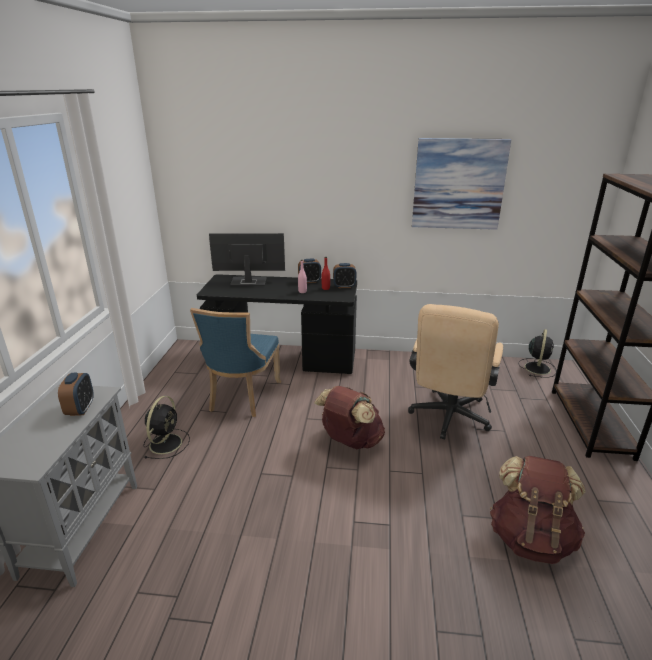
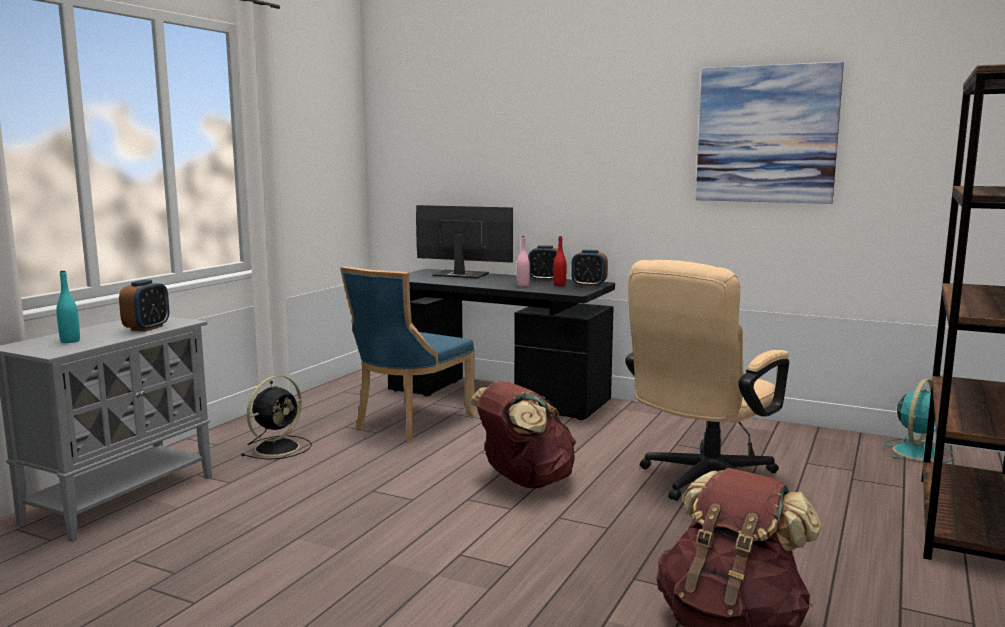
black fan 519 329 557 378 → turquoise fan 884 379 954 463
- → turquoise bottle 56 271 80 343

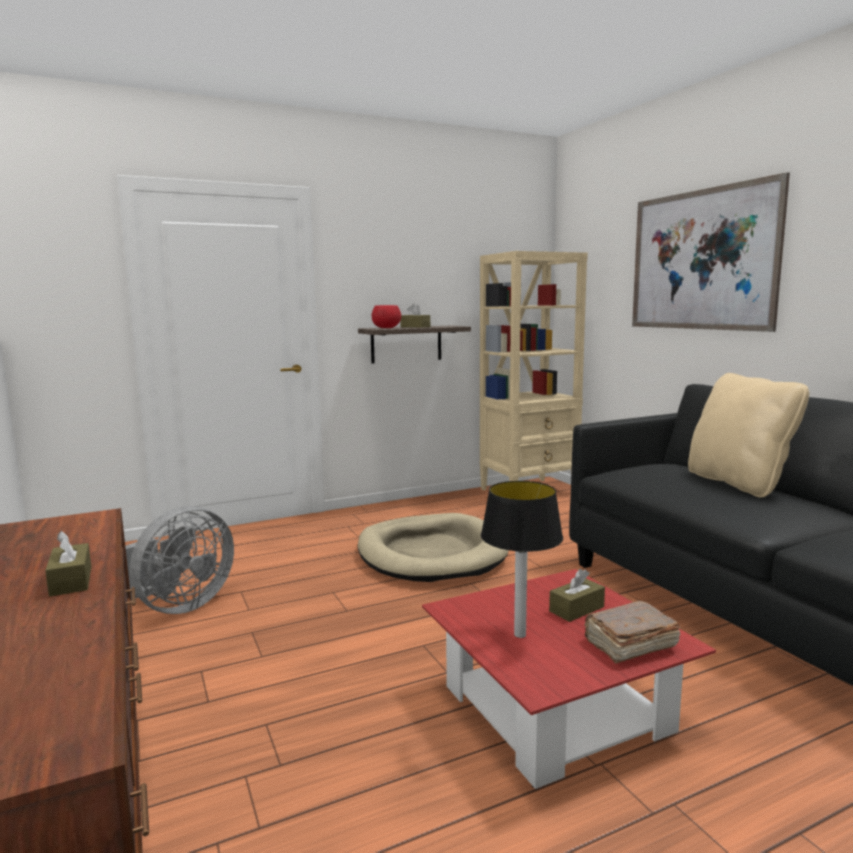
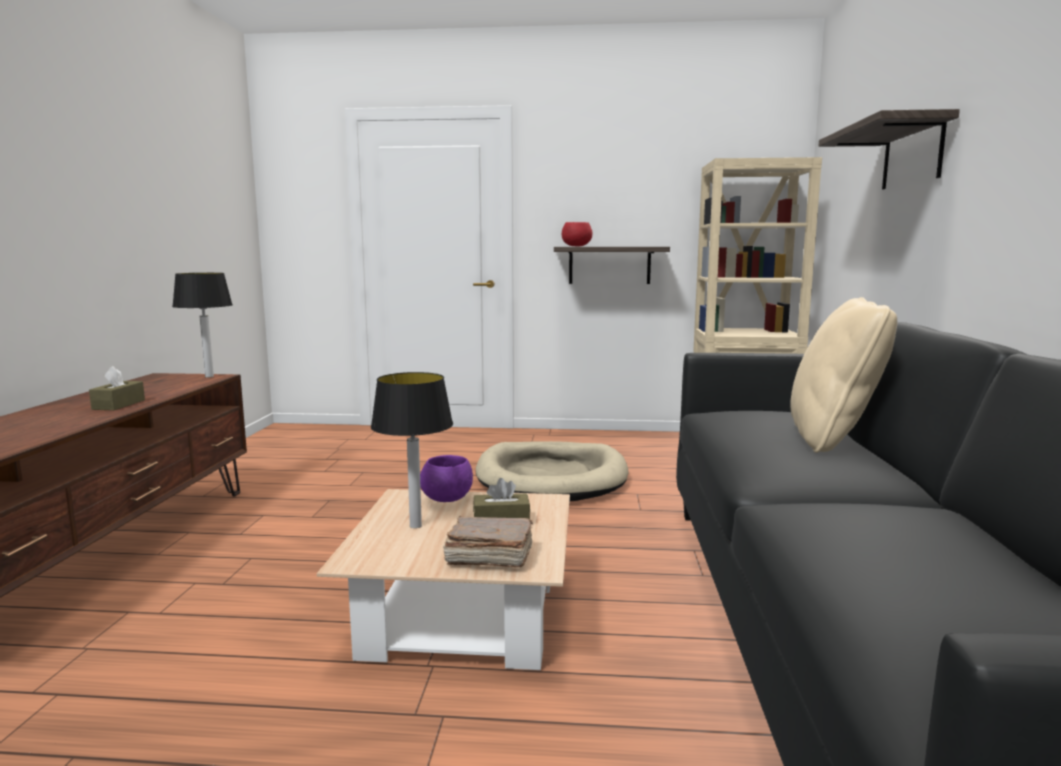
grey fan 125 506 234 614 → -
brown tissue box 400 303 430 328 → -
red coffee table 422 569 716 789 → beige coffee table 317 489 570 670
picture 632 172 790 332 → shelf 819 109 960 189
- → table lamp 172 273 233 377
- → purple bowl 420 455 473 502

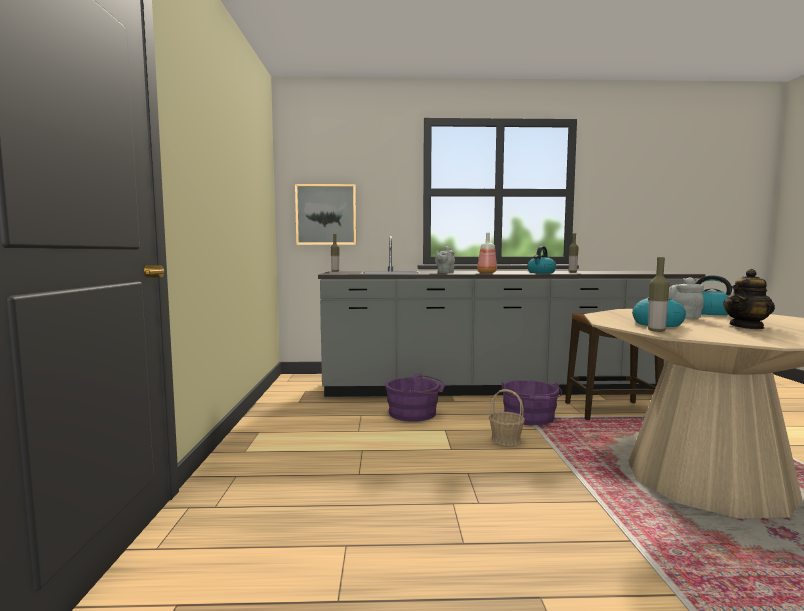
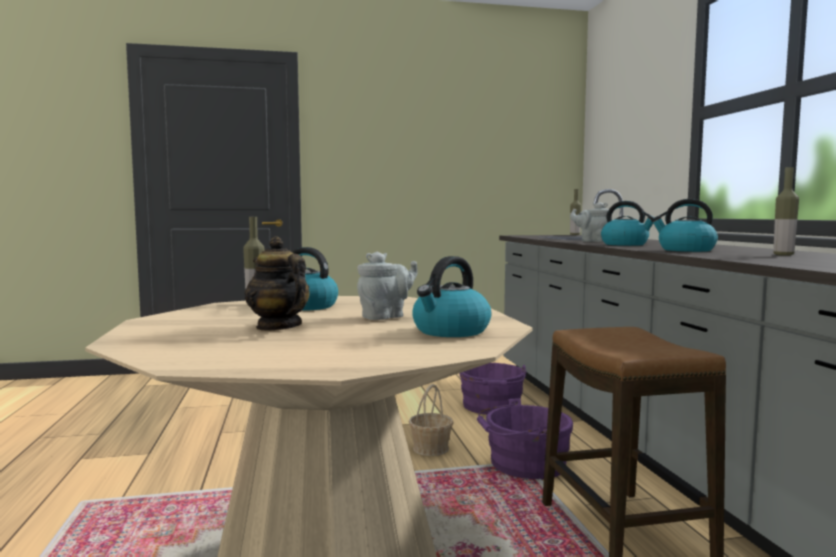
picture 295 184 356 245 → -
bottle 477 233 497 273 → kettle 601 201 655 246

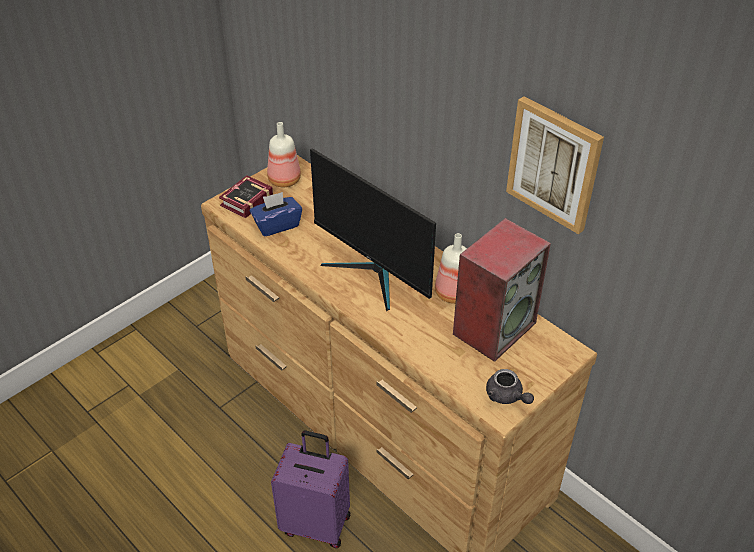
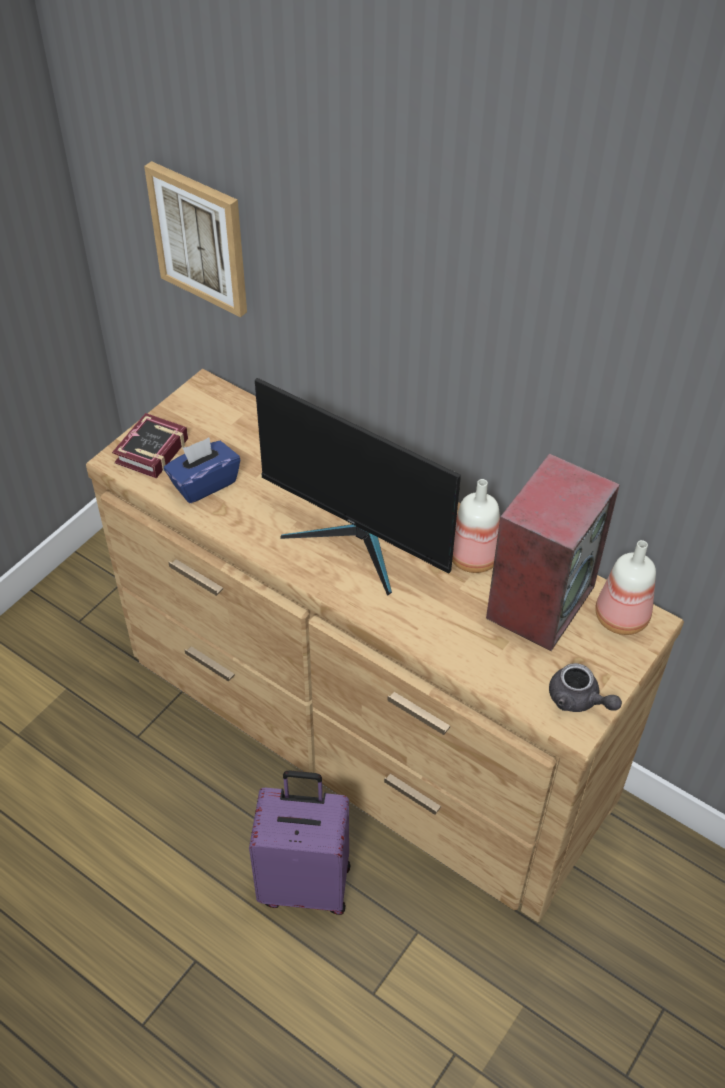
bottle 267 122 301 187 → bottle 595 540 656 635, move
picture 506 96 604 234 → picture 144 161 247 317, move

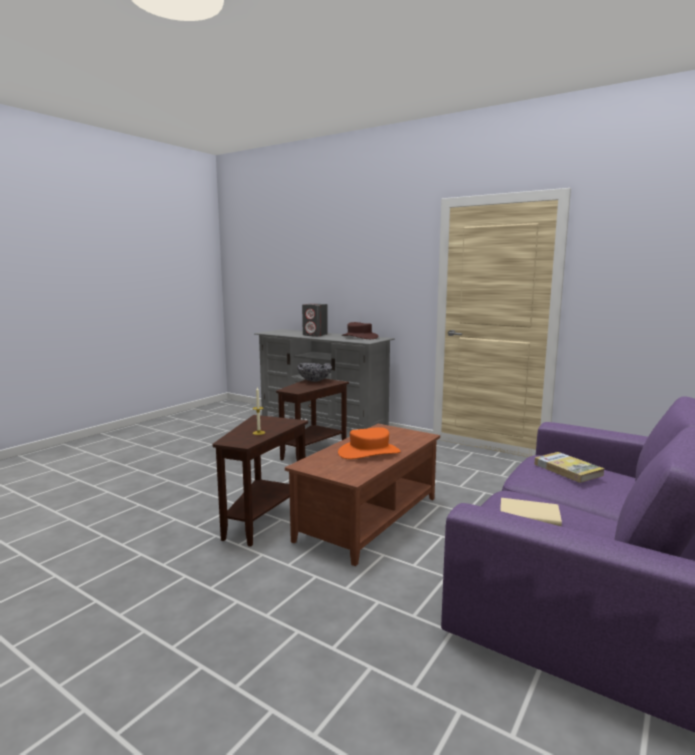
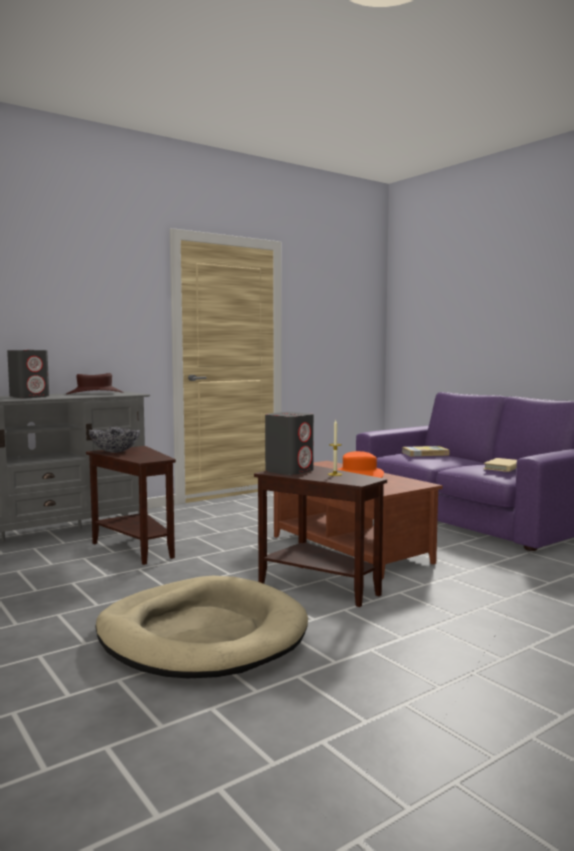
- → beige dog bed 95 576 308 678
- → grey speaker 265 412 314 475

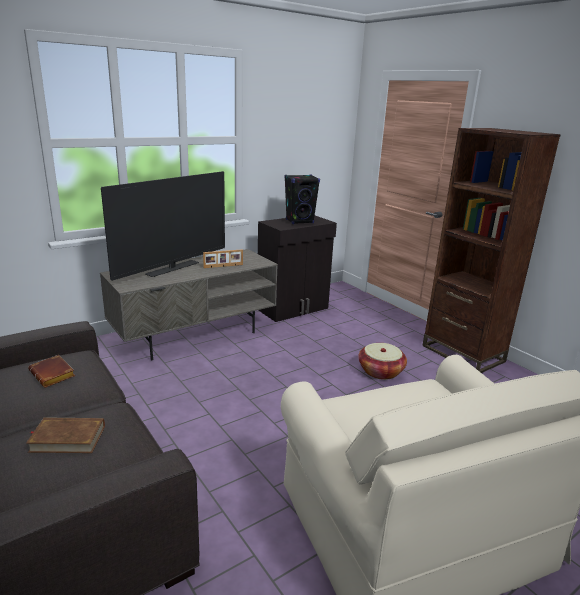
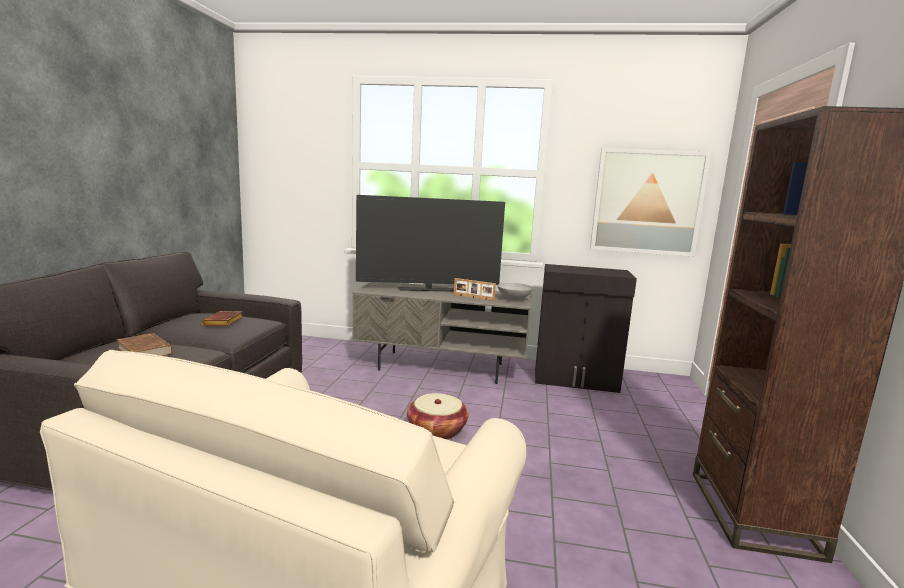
black speaker 284 174 320 224 → -
basket 358 343 407 380 → basket 407 393 469 439, move
- → grey bowl 497 283 533 301
- → picture 590 148 711 257

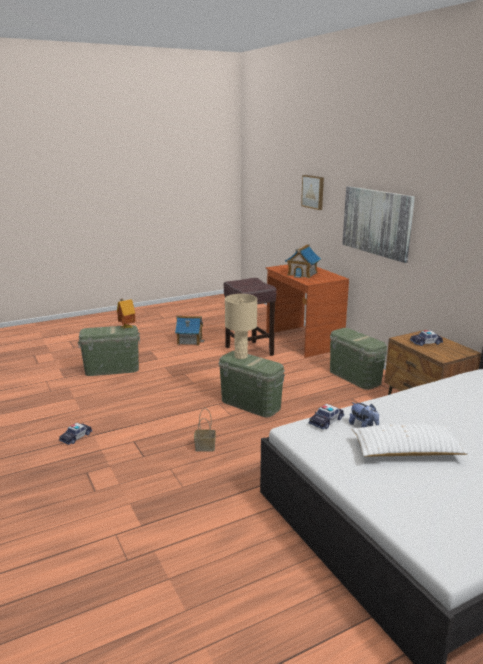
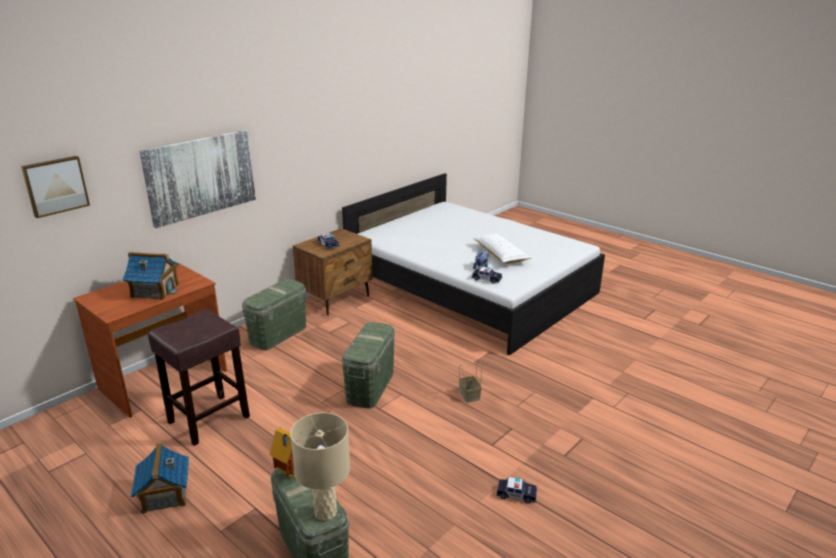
beige table lamp 225 294 257 359 → beige table lamp 290 413 350 521, move

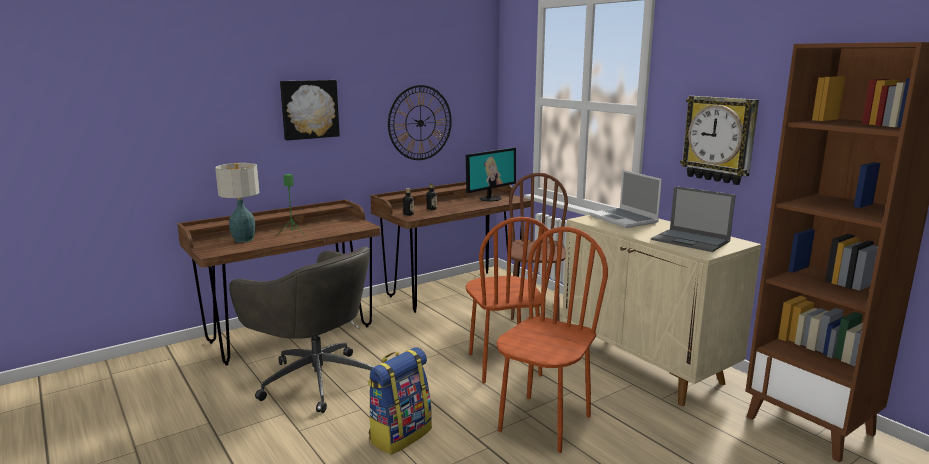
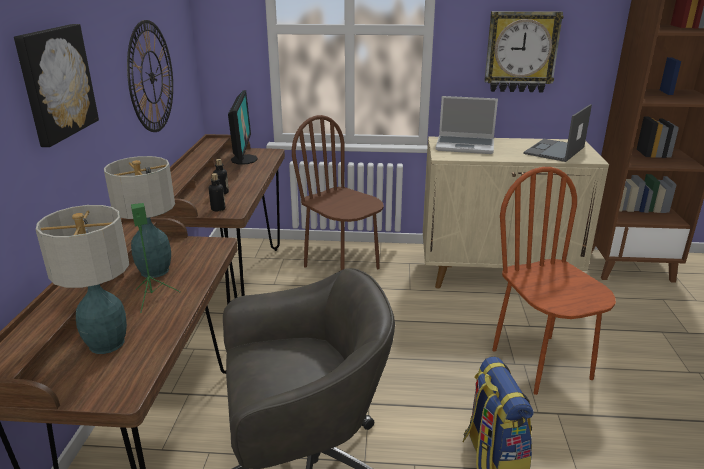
brown chair 466 217 555 383 → -
laptop 651 186 736 252 → laptop 523 104 592 162, 135 degrees clockwise
- → table lamp 104 156 175 278

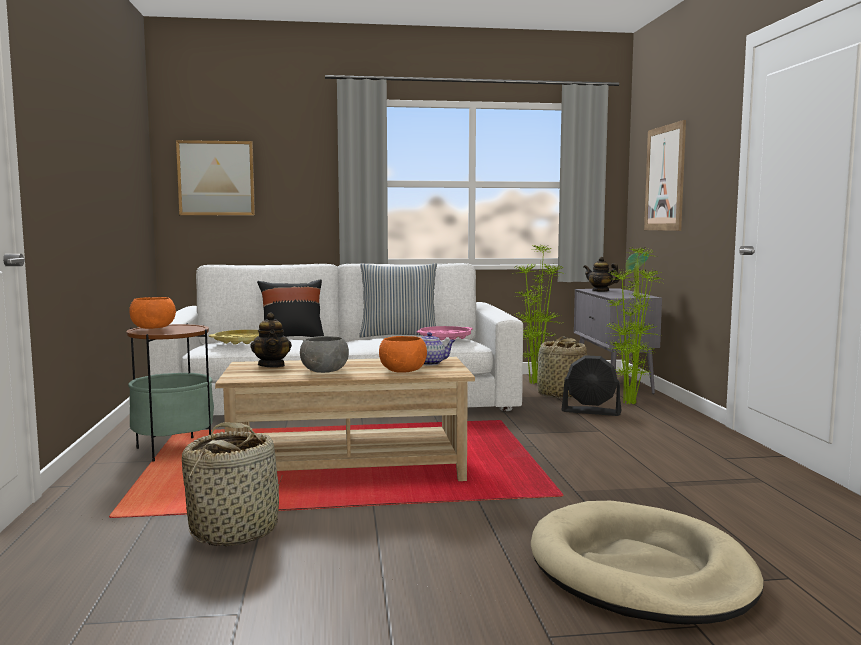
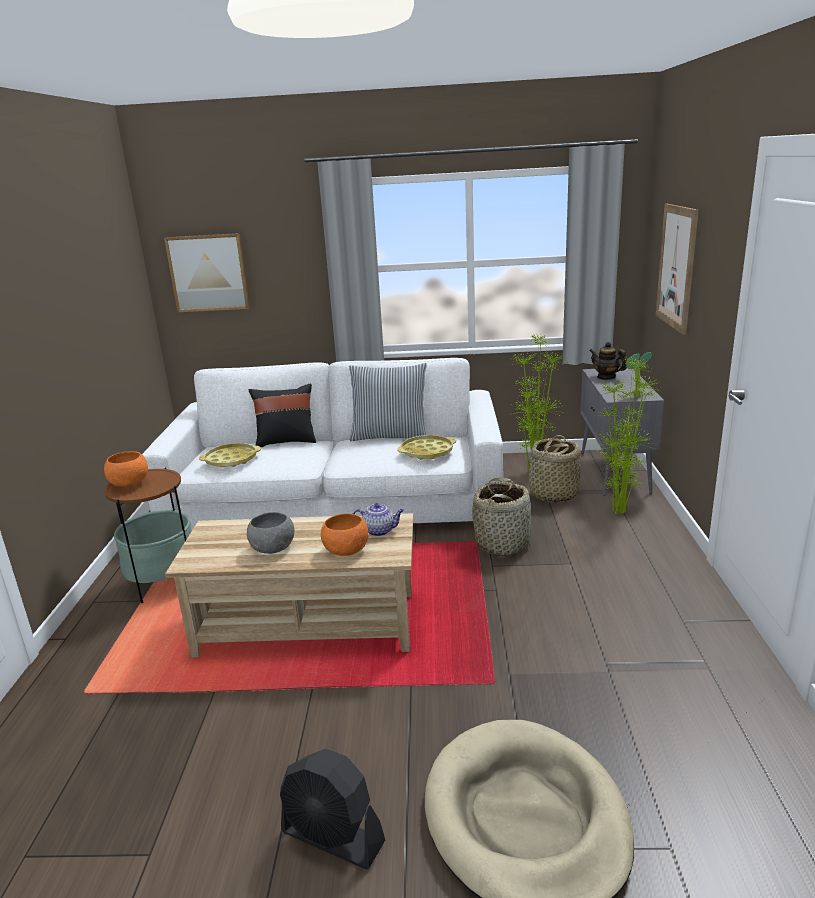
basket 182 422 283 546 → basket 472 478 531 556, move
teapot 250 313 292 367 → -
pink tray 417 326 473 340 → yellow tray 397 435 456 460
black fan 562 355 621 416 → black fan 280 749 385 869, move

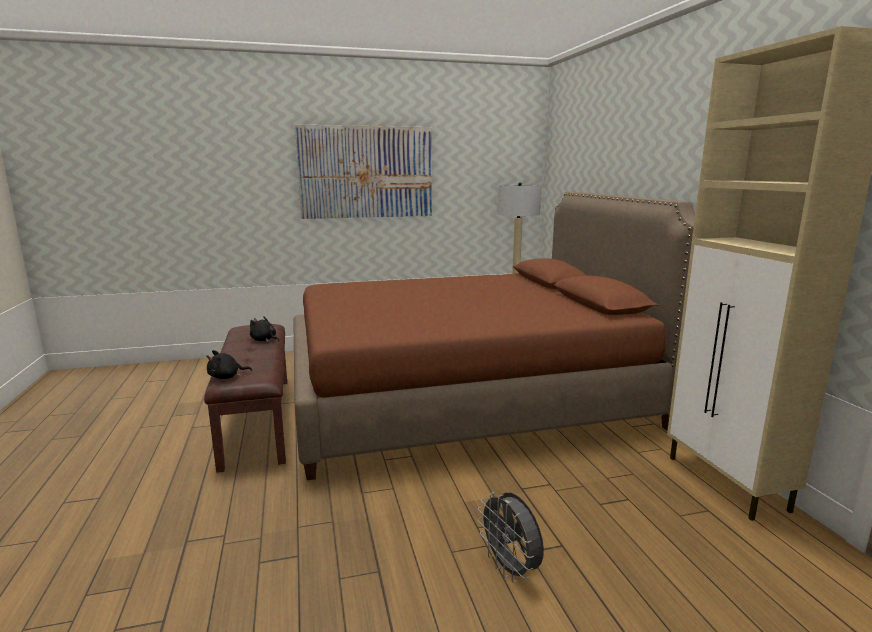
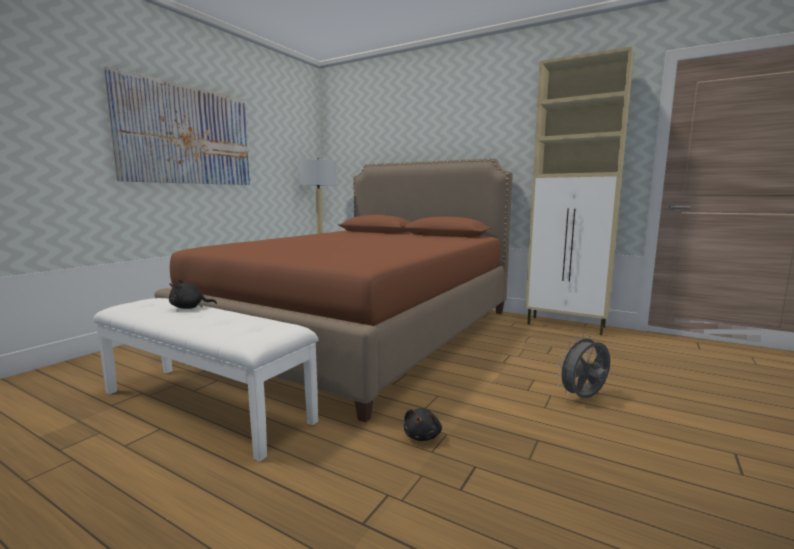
brown bench 204 324 287 473 → white bench 93 298 318 462
black plush toy 207 350 252 379 → black plush toy 404 408 442 441, move
grey fan 478 492 544 582 → grey fan 556 334 610 398, 135 degrees clockwise

